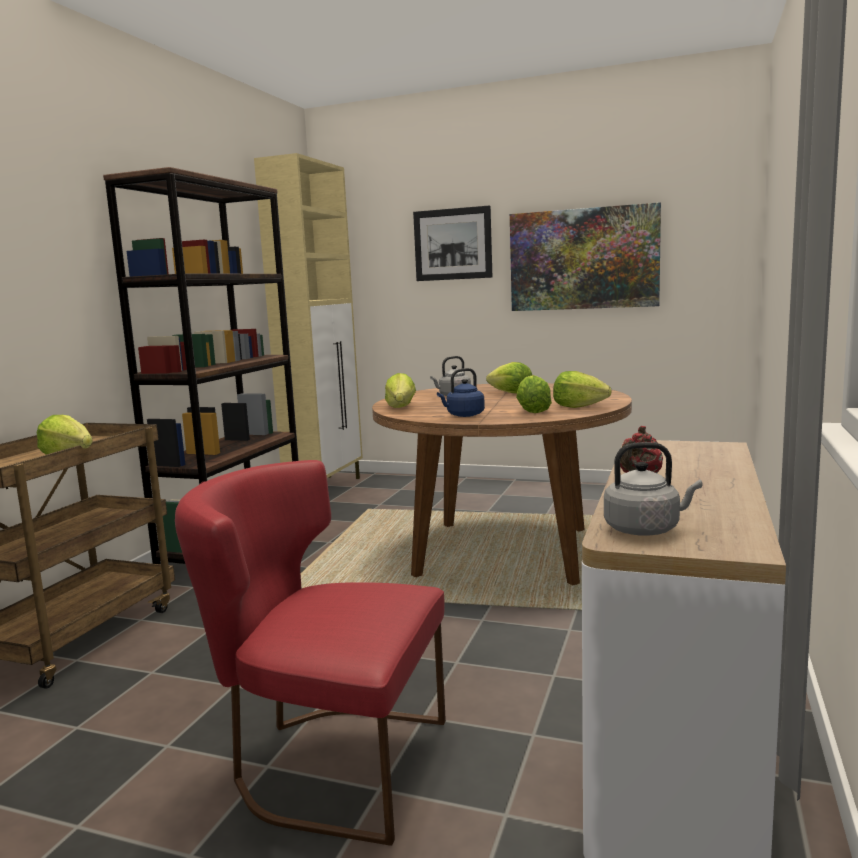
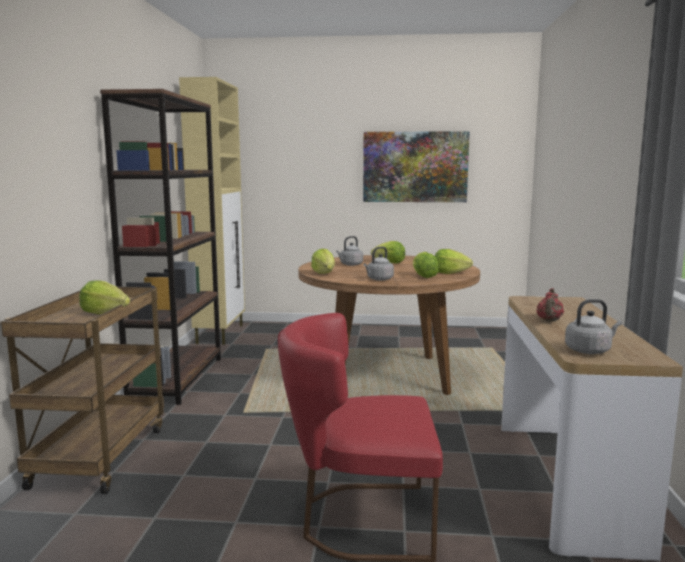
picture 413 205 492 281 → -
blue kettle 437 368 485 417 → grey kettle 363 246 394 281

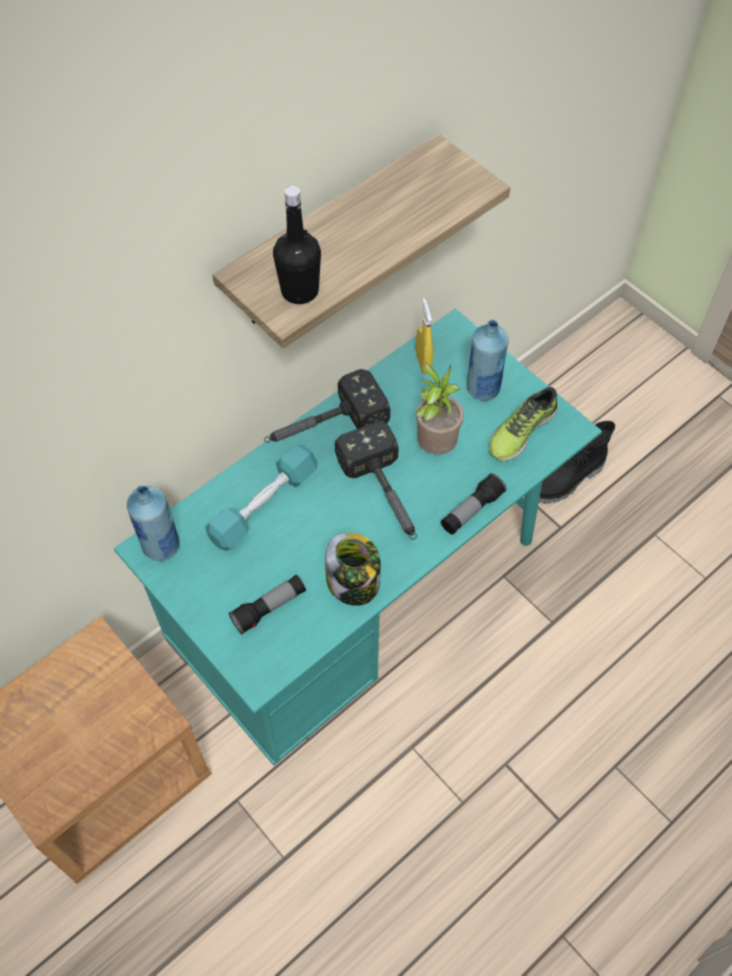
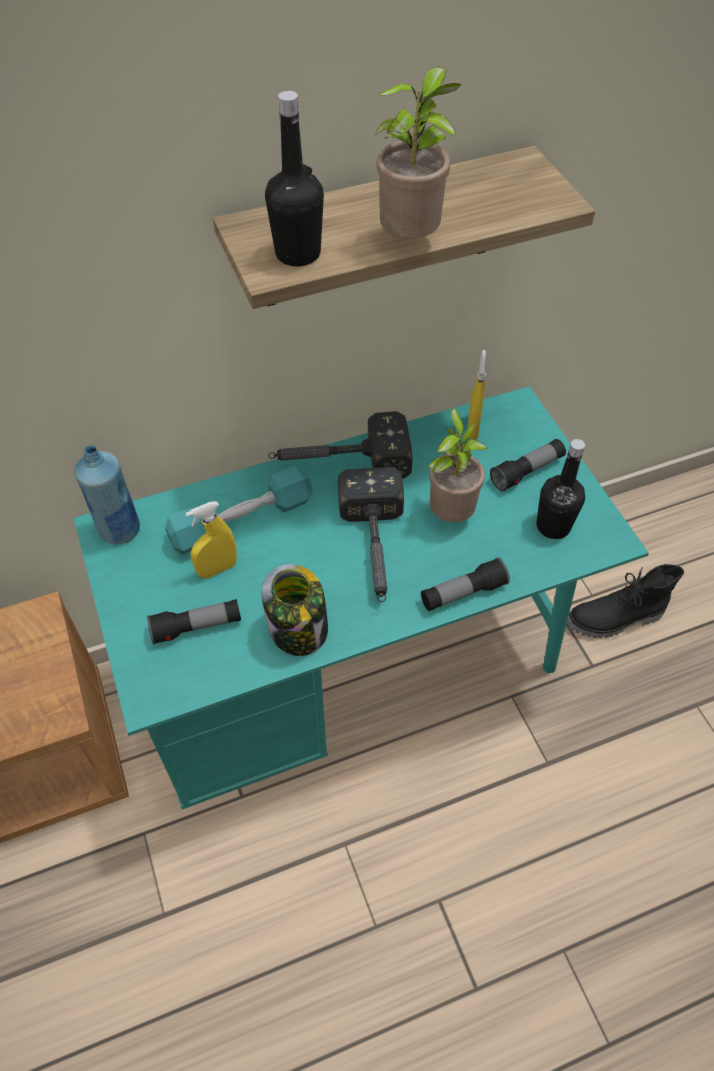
blue bottle 467 320 509 401 → flashlight 490 439 566 492
shoe 489 387 558 461 → black bottle 536 439 585 539
- → yellow spray bottle 186 501 237 579
- → potted plant 375 67 462 239

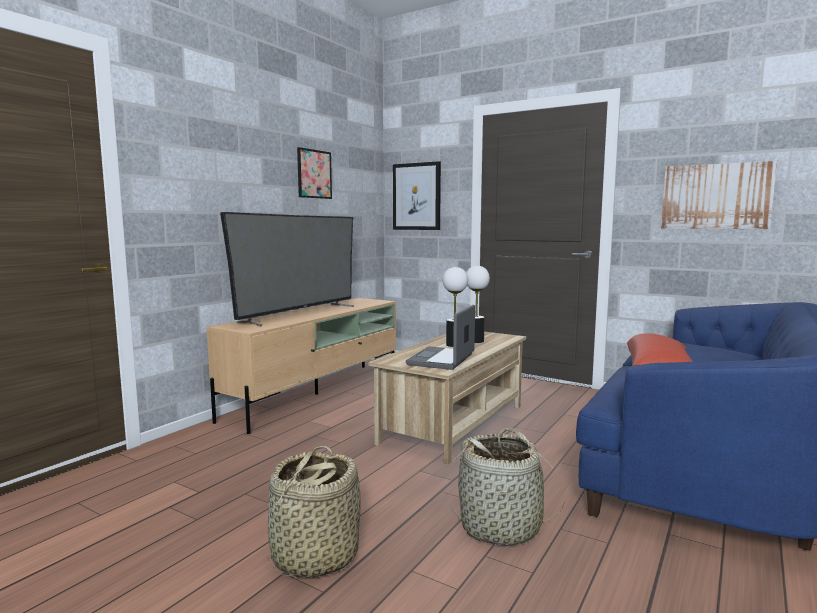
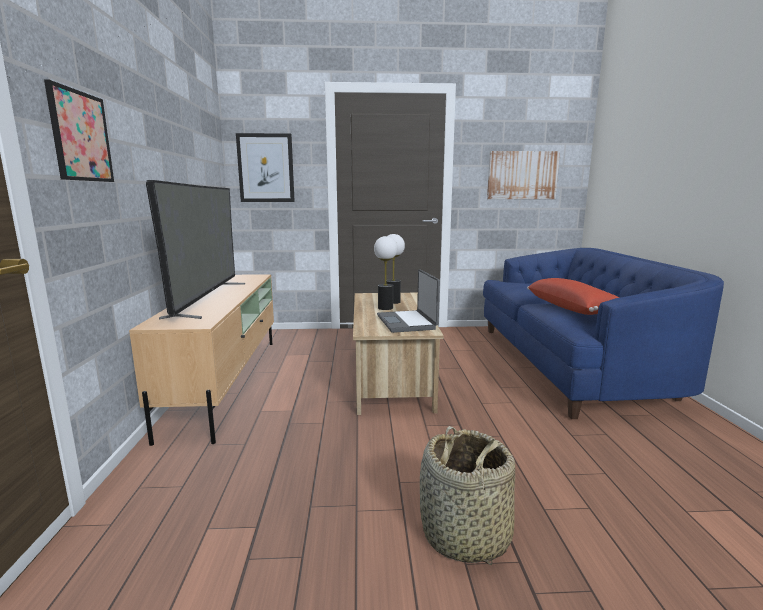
picture 297 147 332 199 → picture 44 79 114 182, move
basket 447 428 565 546 → -

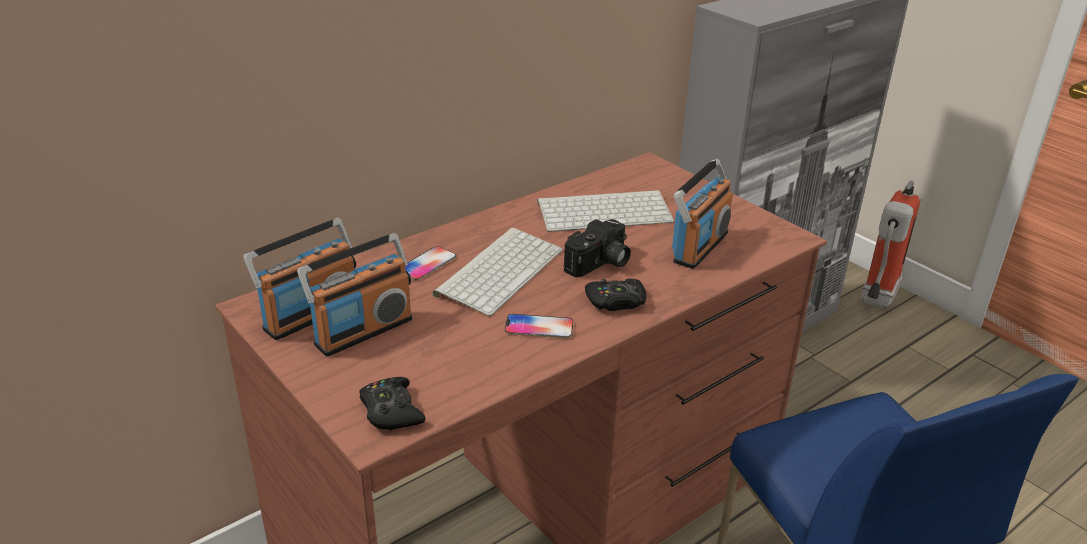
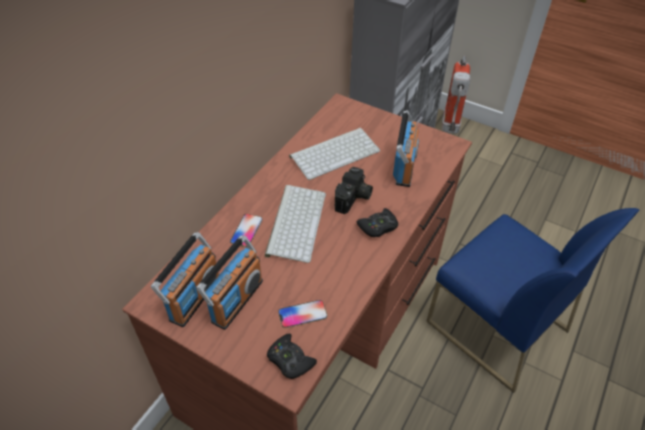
phone 505 314 573 338 → phone 278 300 327 328, move

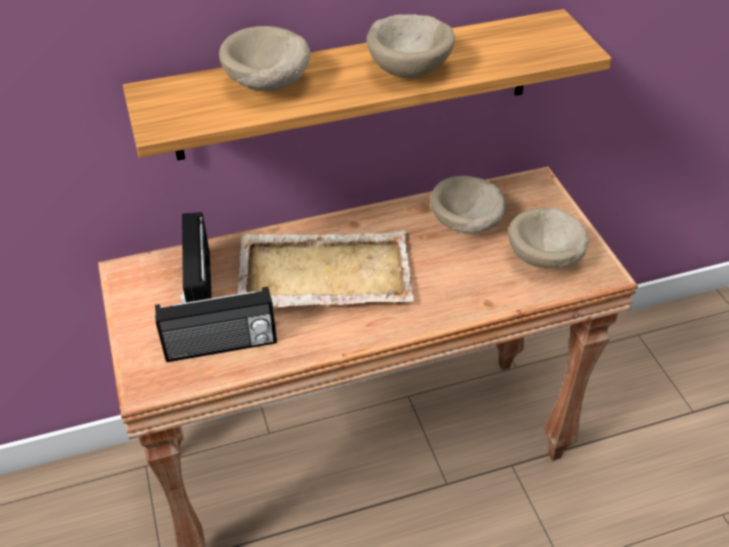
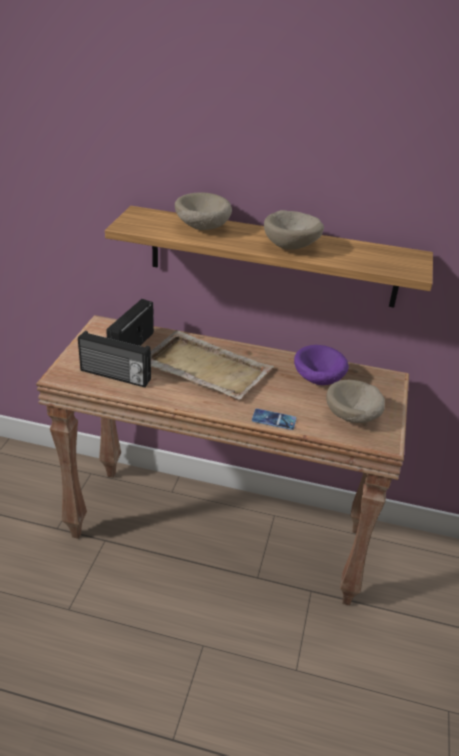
beige bowl 431 176 506 234 → purple bowl 294 345 349 385
- → phone 252 409 297 430

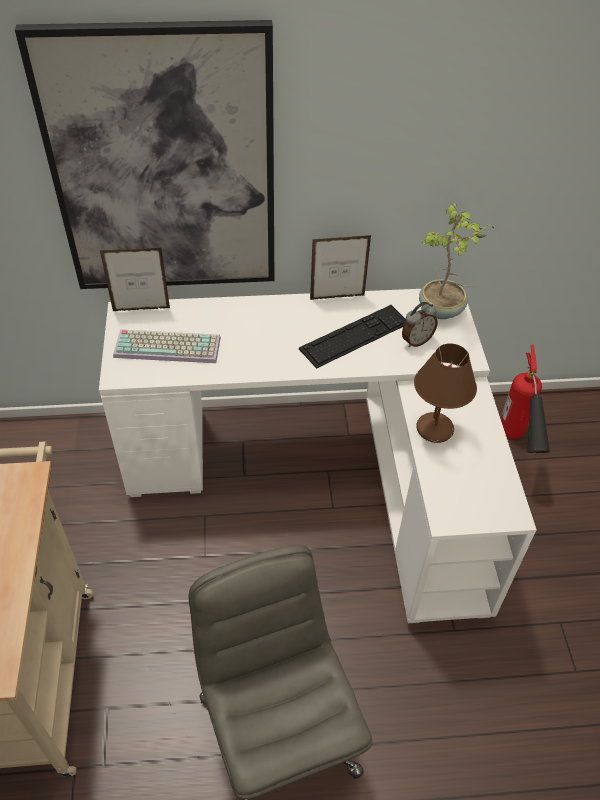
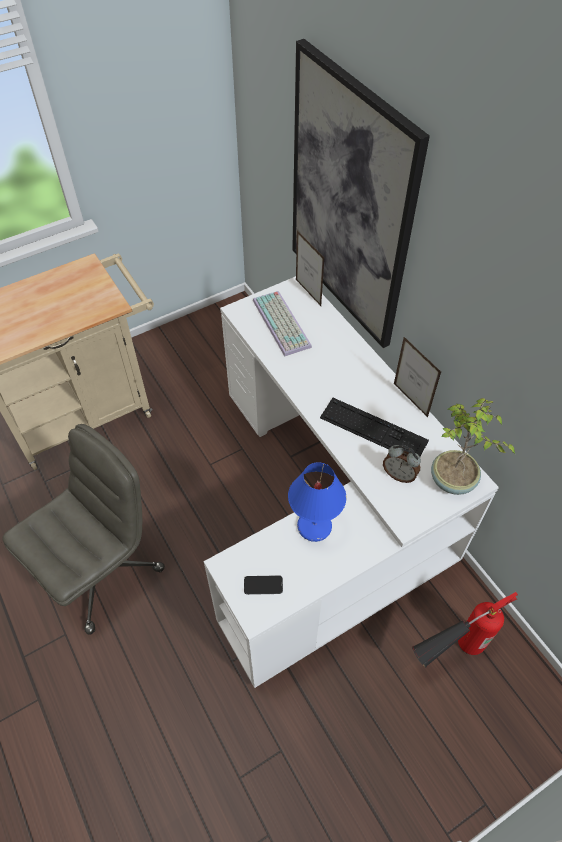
brown table lamp 414 343 477 443 → blue table lamp 288 462 346 542
- → phone 244 575 283 595

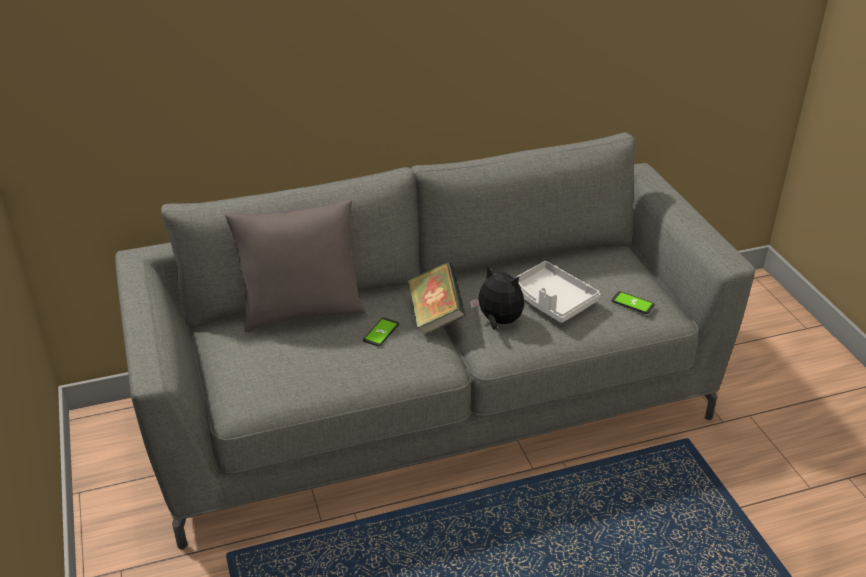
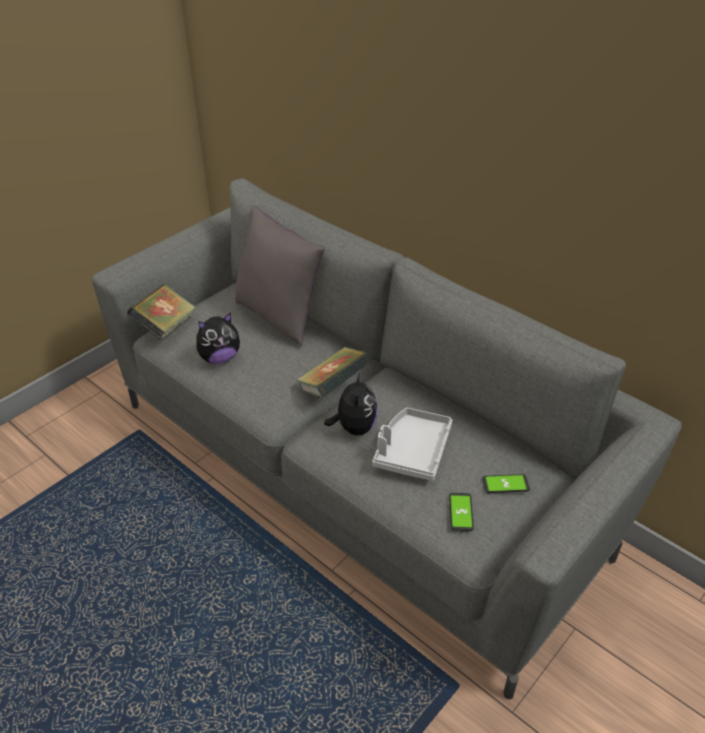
phone 363 318 399 346 → phone 482 474 530 493, move
- → book 127 284 196 340
- → plush toy 196 313 240 364

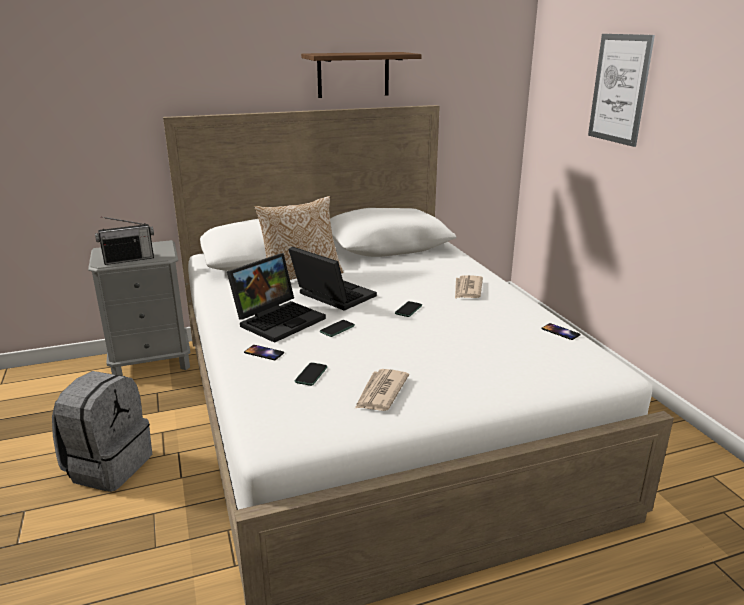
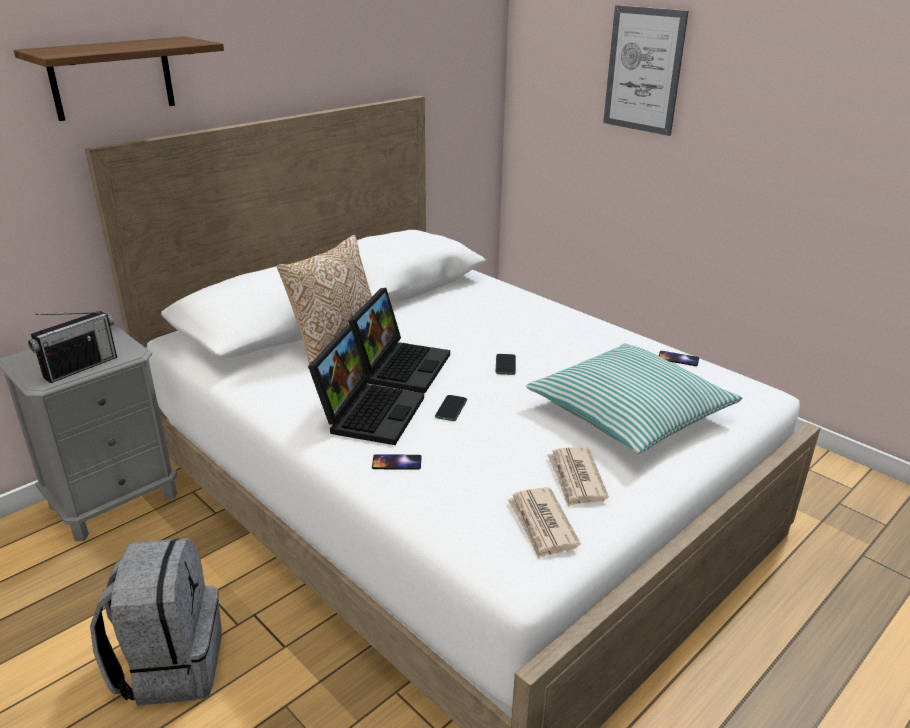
laptop 288 246 377 311 → laptop 348 288 450 393, 90 degrees clockwise
phone 295 362 327 386 → -
shelf 301 52 422 98 → shelf 14 37 224 121, move
newspaper 455 275 483 298 → newspaper 507 487 581 559, move
- → pillow 526 343 742 454

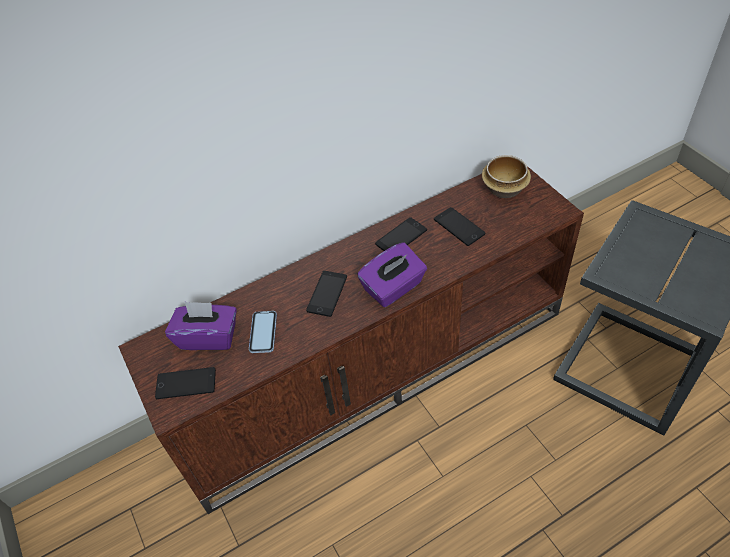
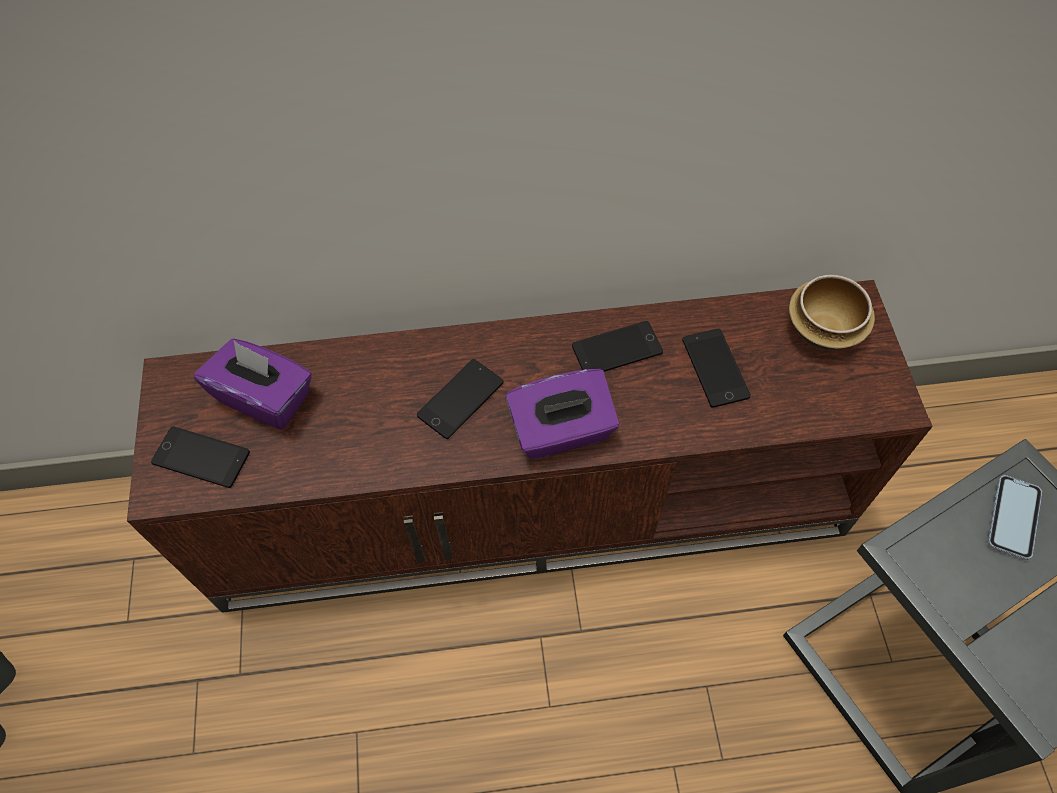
phone 249 311 277 353 → phone 987 475 1042 560, move

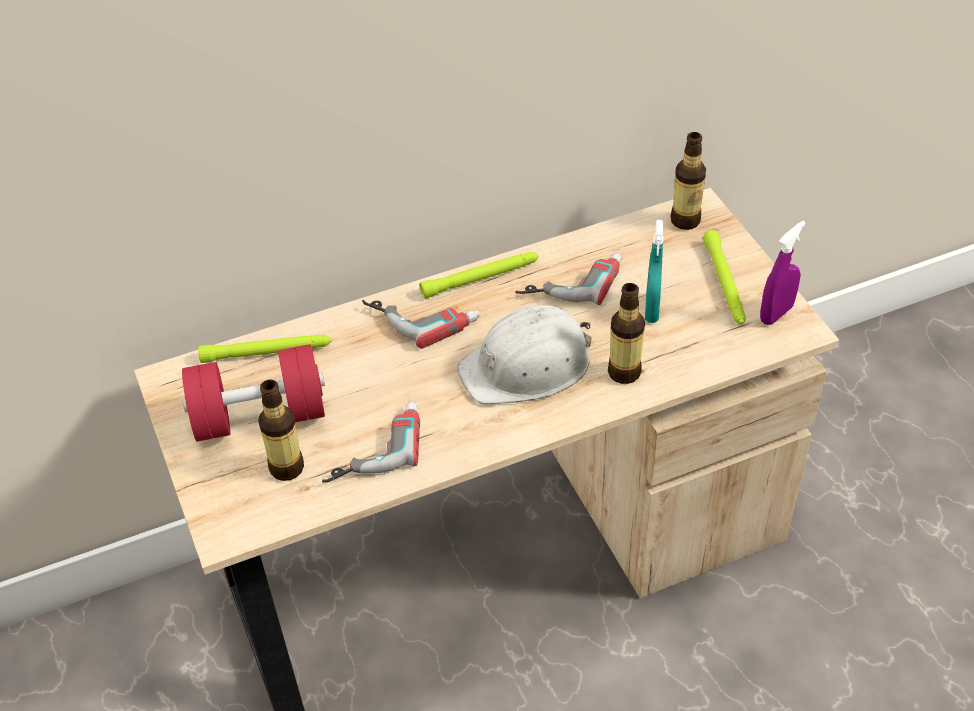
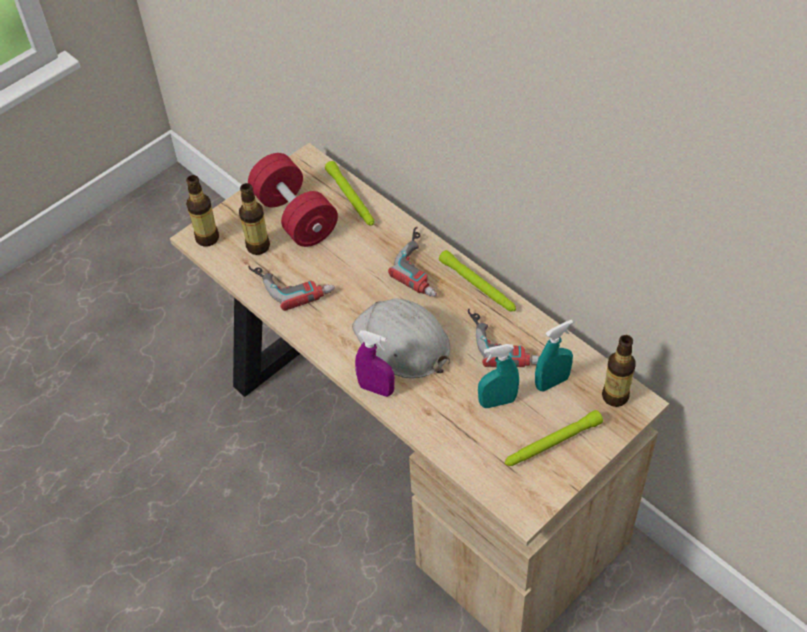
bottle 608 283 645 384 → bottle 186 175 219 247, move
purple spray bottle 760 221 806 325 → purple spray bottle 355 330 395 397, move
- → turquoise spray bottle 535 320 573 392

